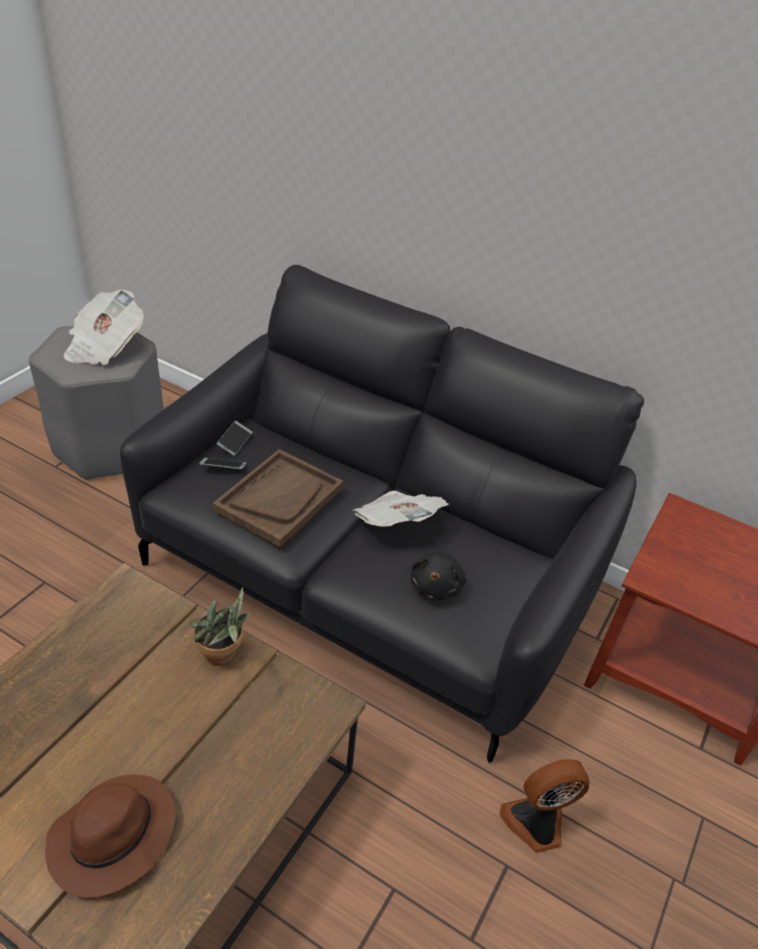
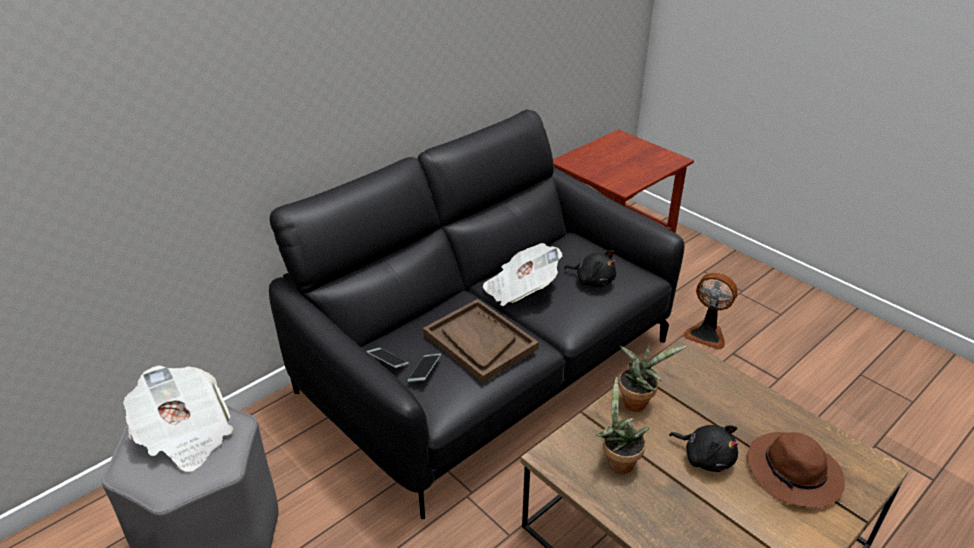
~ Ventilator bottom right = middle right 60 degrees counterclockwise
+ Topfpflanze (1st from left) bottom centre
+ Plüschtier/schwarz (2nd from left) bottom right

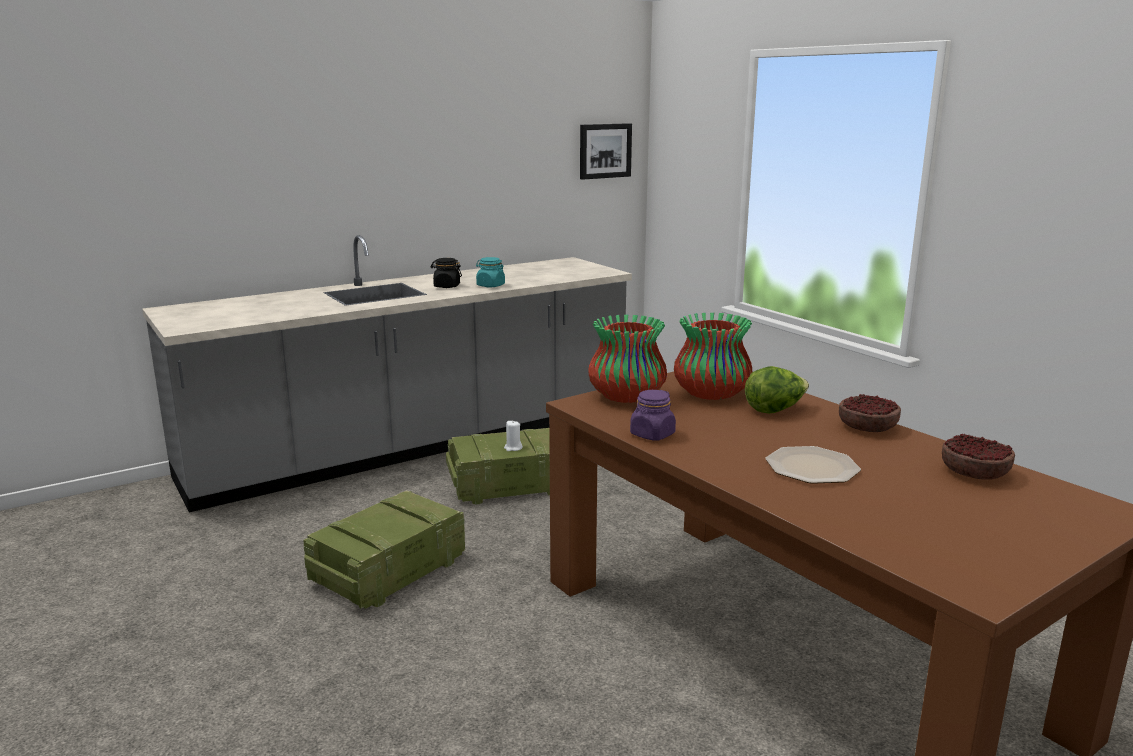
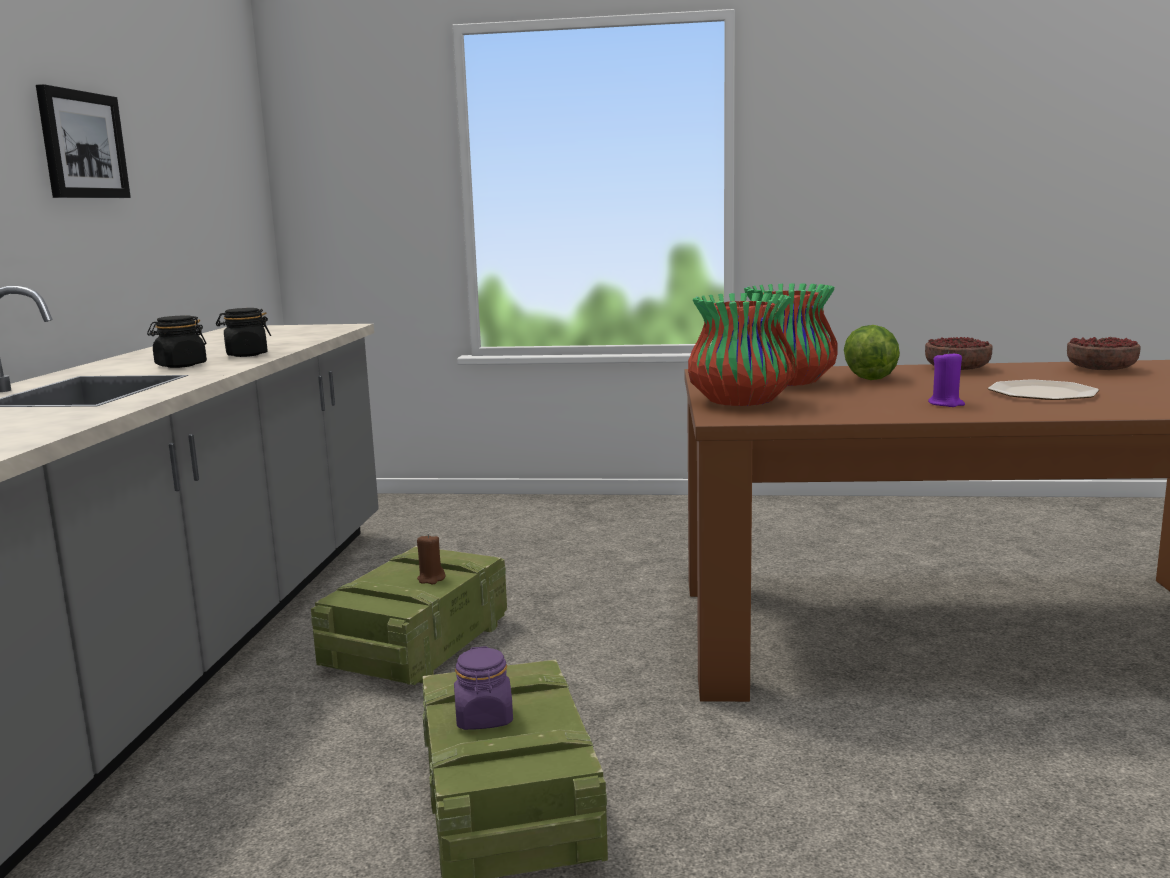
~ Bild top centre to top left
~ Vorratsglas/türkis centre to Vorratsglas/schwarz (2nd from left) middle left
~ Vorratsglas/lila centre to bottom centre
~ Kerze/weiß centre to Kerze/braun centre
+ Kerze/lila middle right

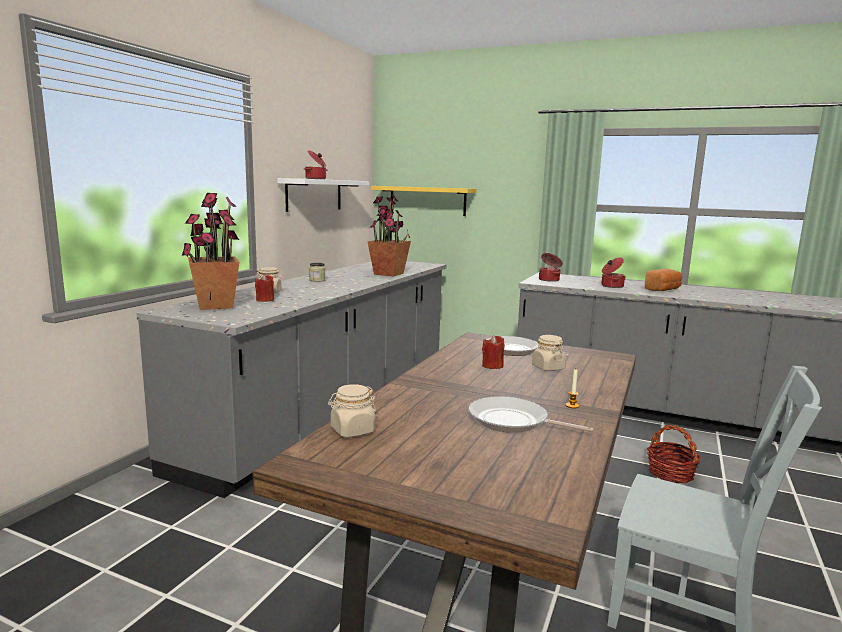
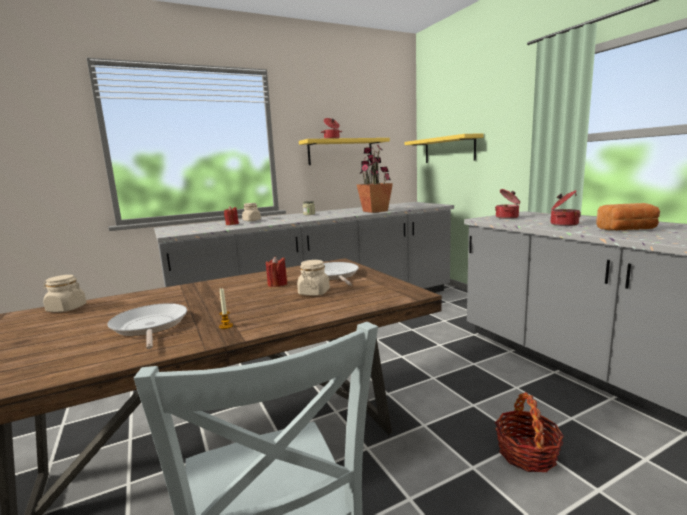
~ Wandregal/weiß top centre to Wandregal/gelb (1st from left) top centre
- Topfpflanze (1st from left) middle left

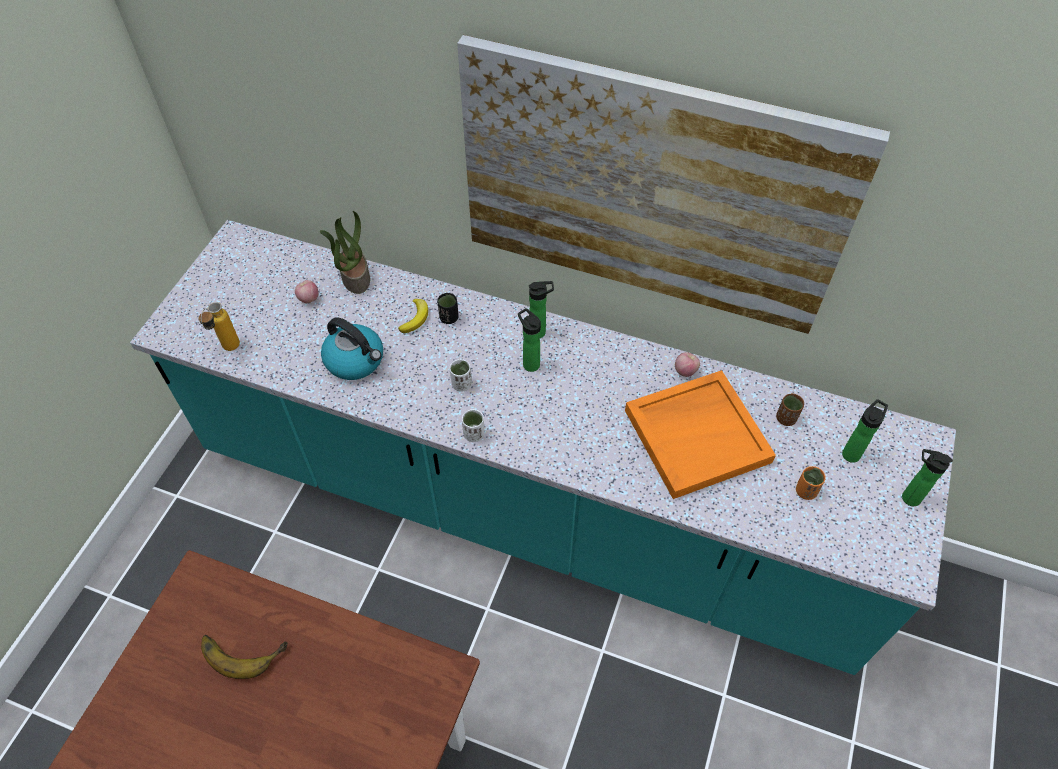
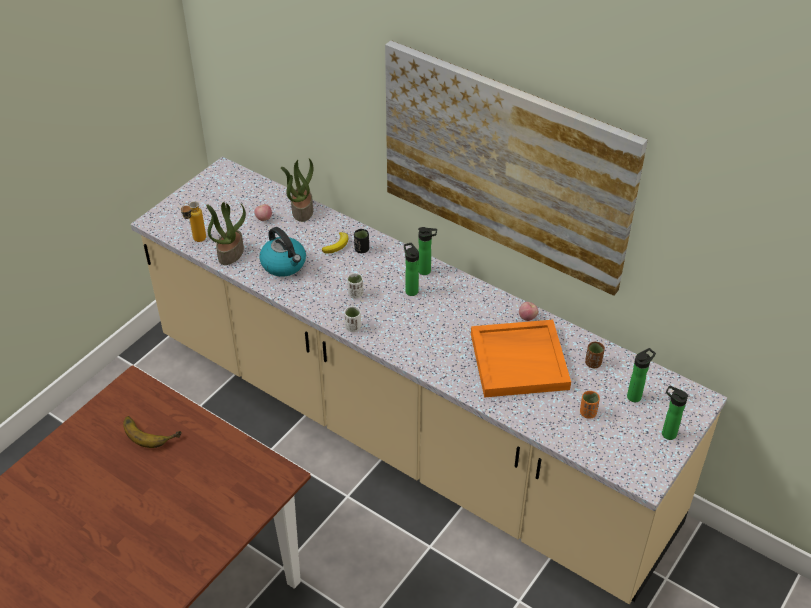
~ Küchenzeile/türkis centre to Küchenzeile/beige centre
+ Topfpflanze (1st from left) middle left

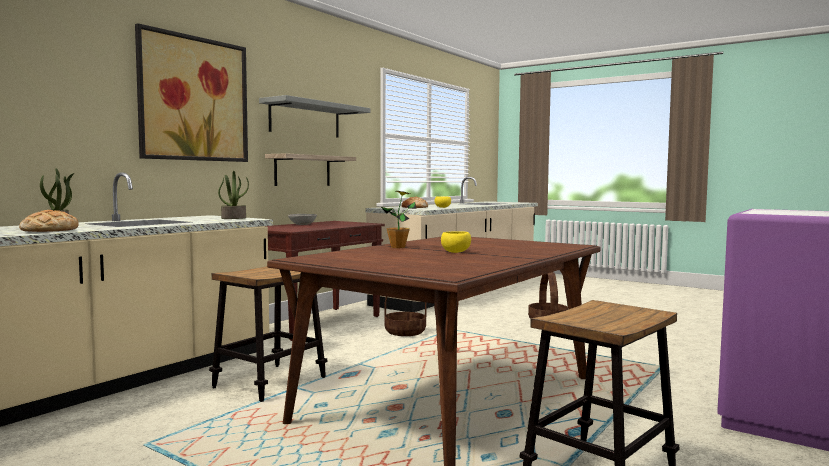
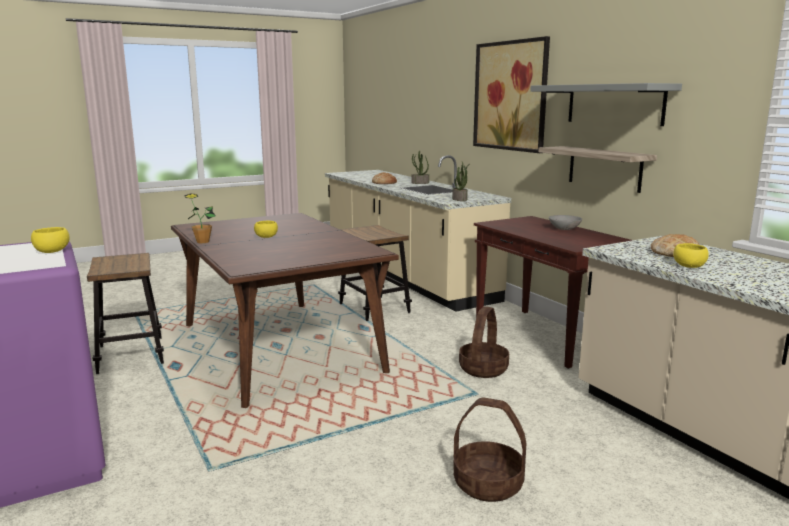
~ Topfpflanze (3rd from left in the first image) centre to Topfpflanze (1st from left) middle left
+ Schüssel/gelb (1st from left) middle left

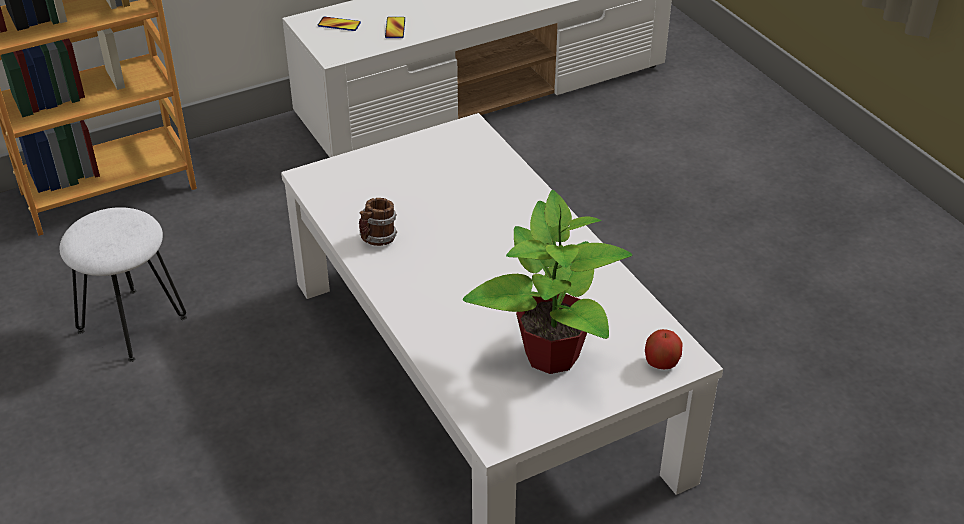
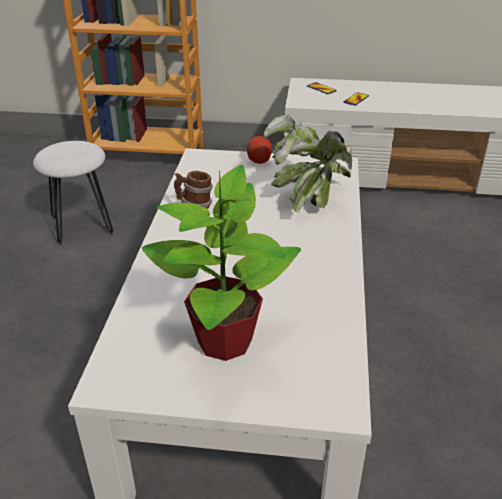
~ Apfel middle right to top centre
+ Topfpflanze (2nd from left) top centre

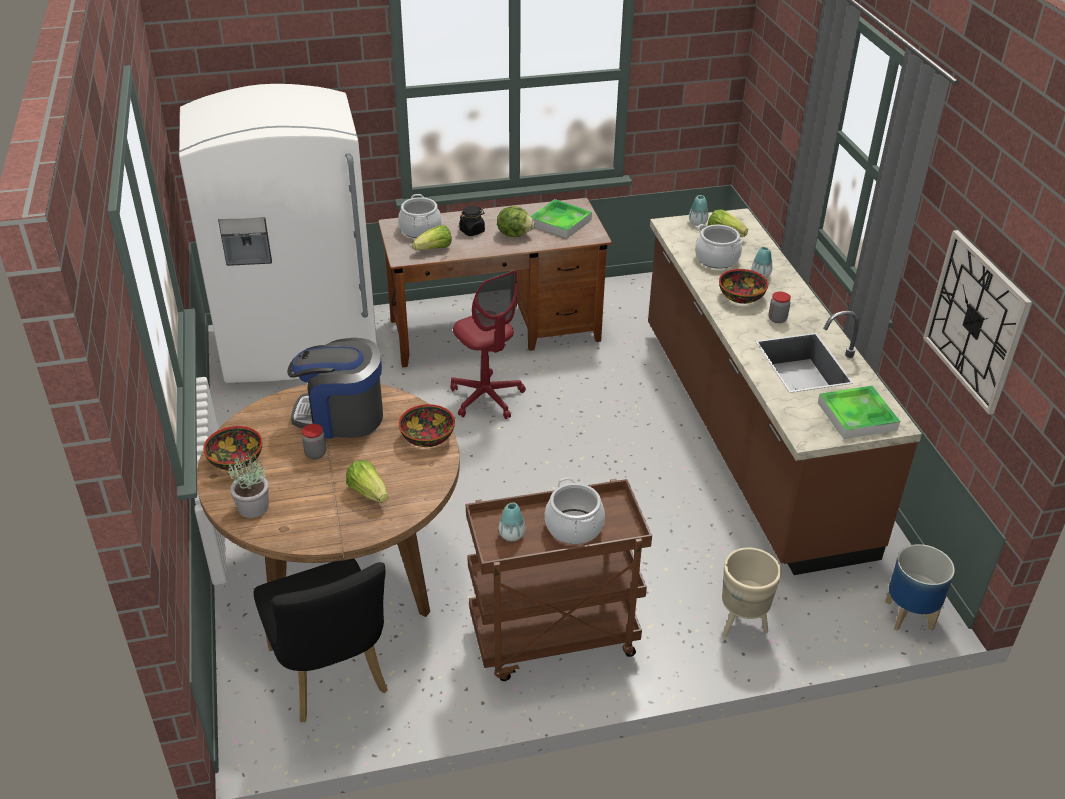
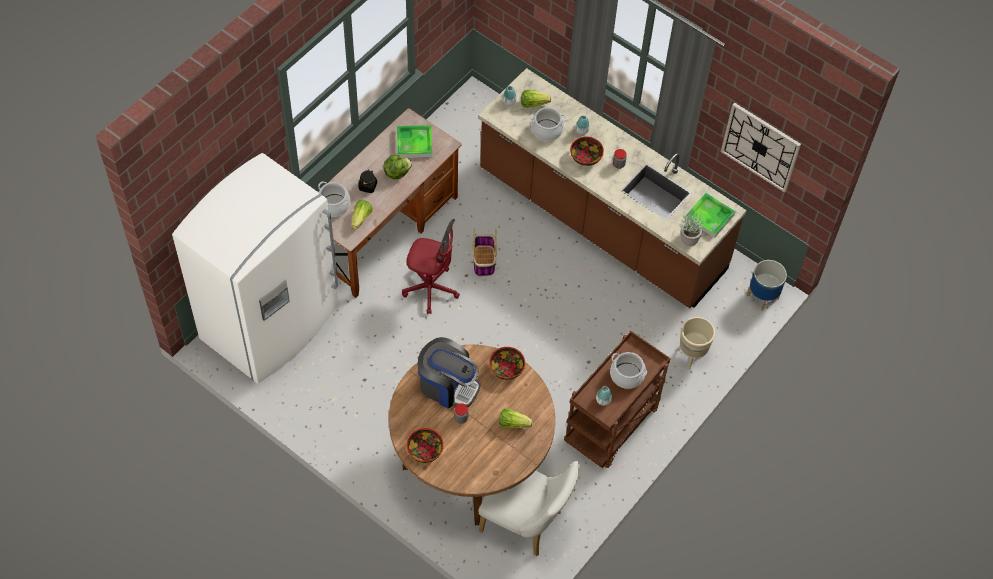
~ Kaffeemaschine middle left = centre 120 degrees counterclockwise
~ Topfpflanze middle left to middle right
~ Stuhl/schwarz bottom left to Stuhl/weiß bottom centre
+ Korb centre

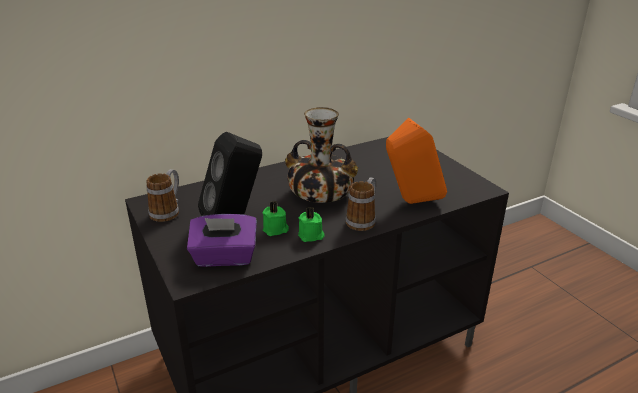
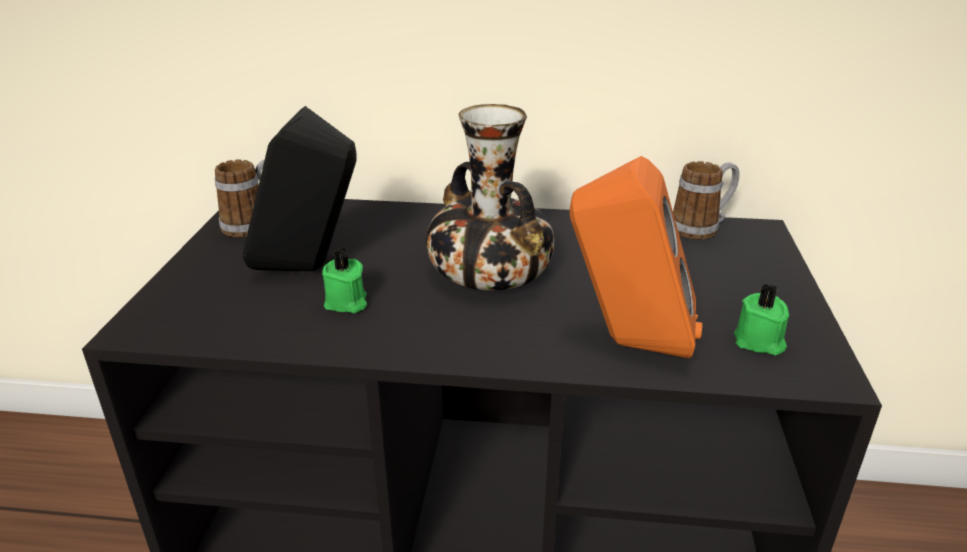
~ Henkelbecher (2nd from left) centre to middle right
~ Kerze/grün (2nd from left) centre to middle right
- Taschentuchbox/lila centre

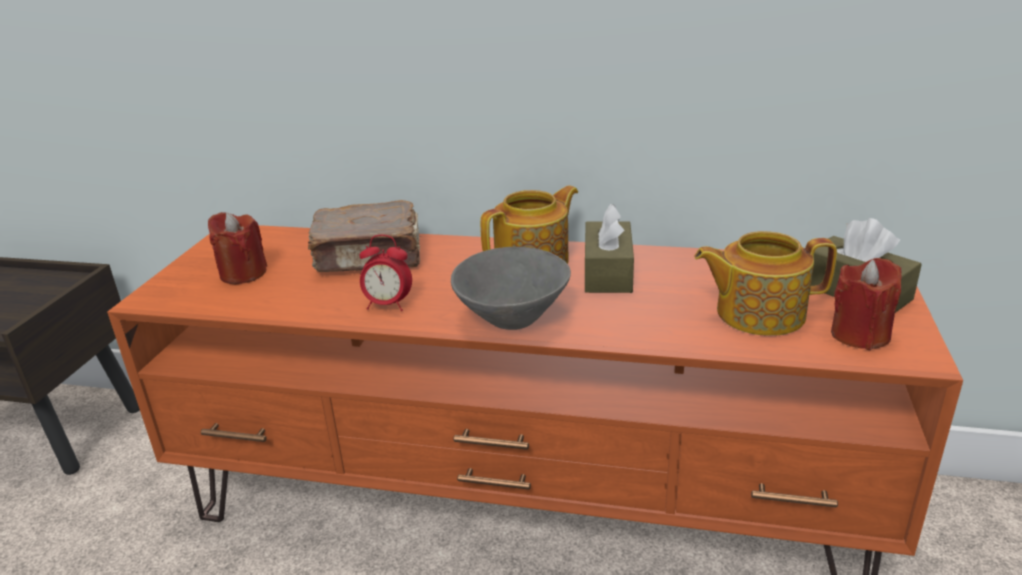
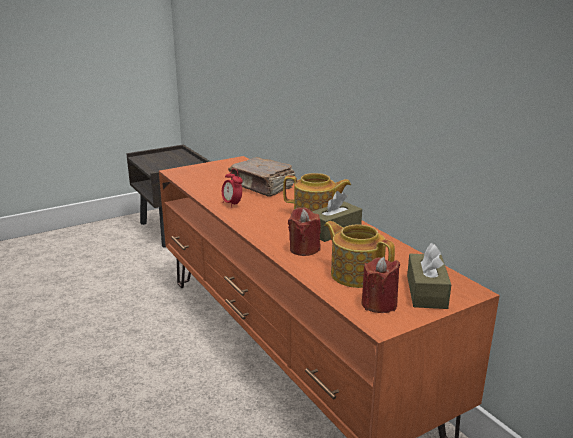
~ Kerze/rot (1st from left) middle left to centre
- Schüssel/grau centre

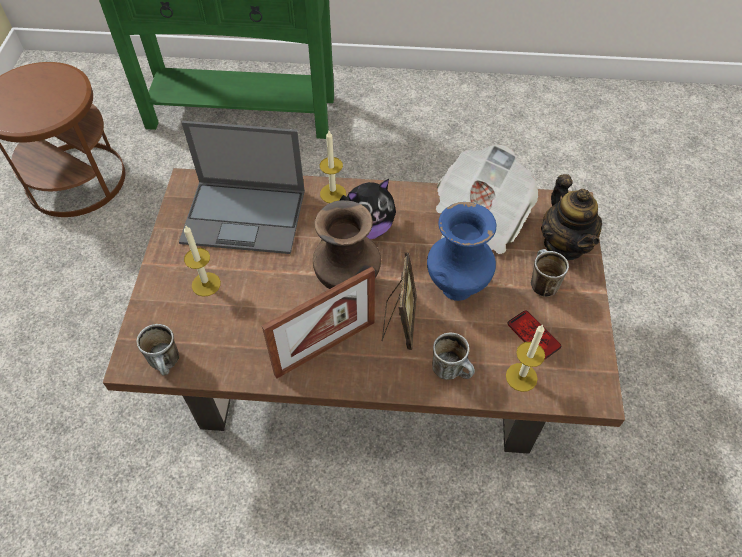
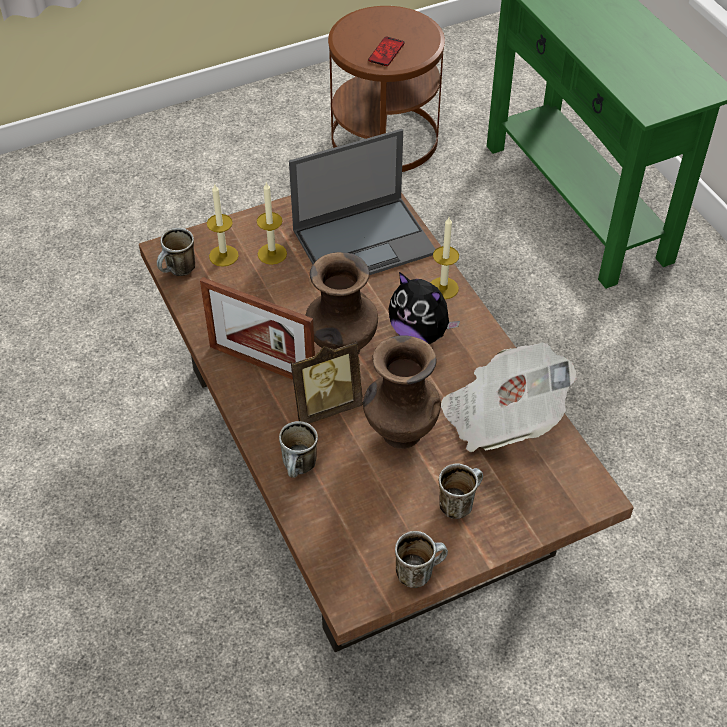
~ Laptop middle left = top centre 90 degrees counterclockwise
- Teekanne middle right
~ Vase/blau centre to Vase/braun (2nd from left) centre
~ Handy middle right to top centre
~ Kerze (3rd from left in the first image) middle right to Kerze (1st from left) top left
+ Henkelbecher (3rd from left) bottom centre

